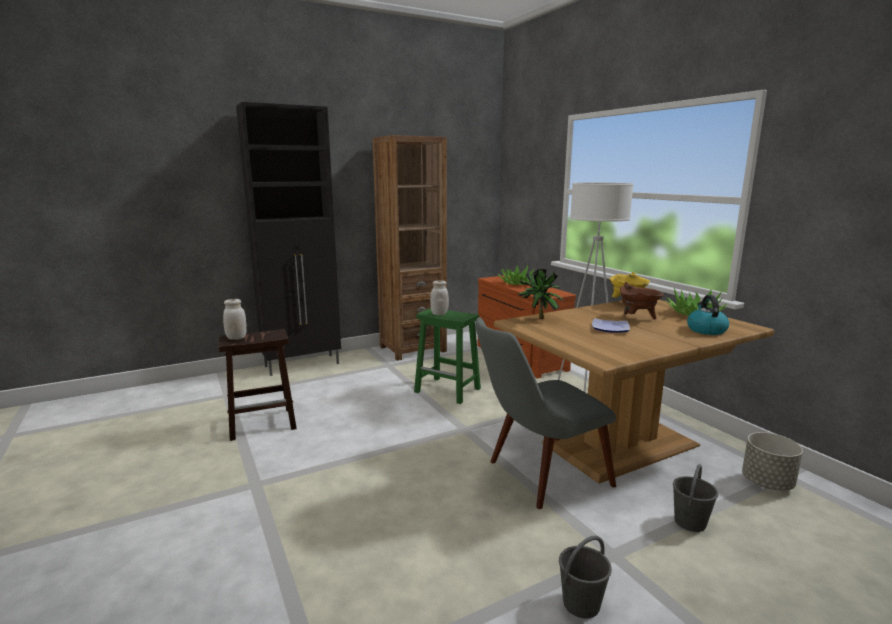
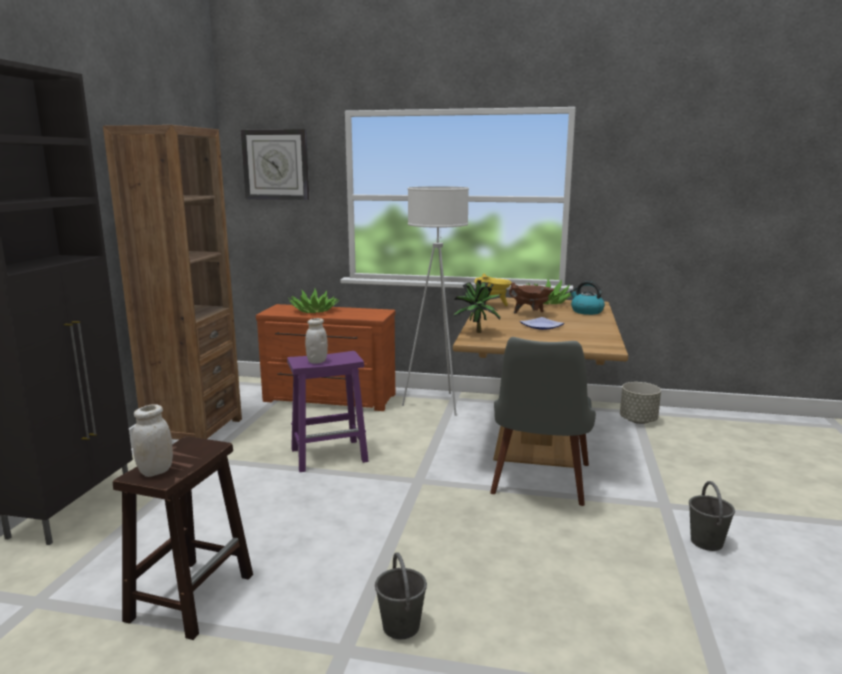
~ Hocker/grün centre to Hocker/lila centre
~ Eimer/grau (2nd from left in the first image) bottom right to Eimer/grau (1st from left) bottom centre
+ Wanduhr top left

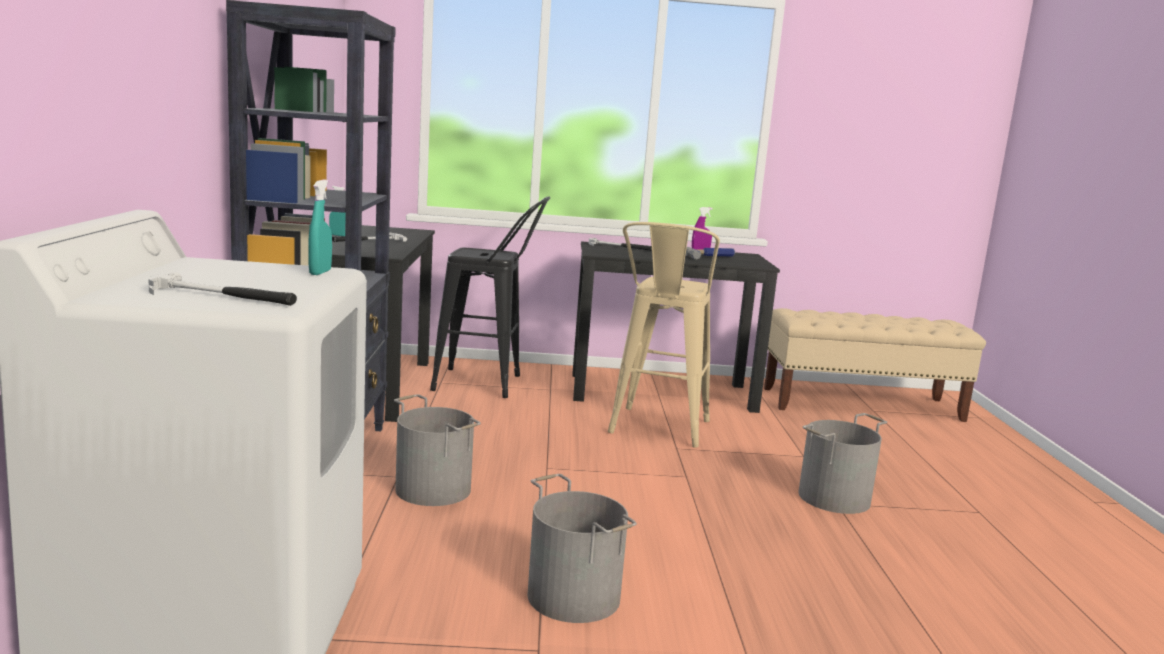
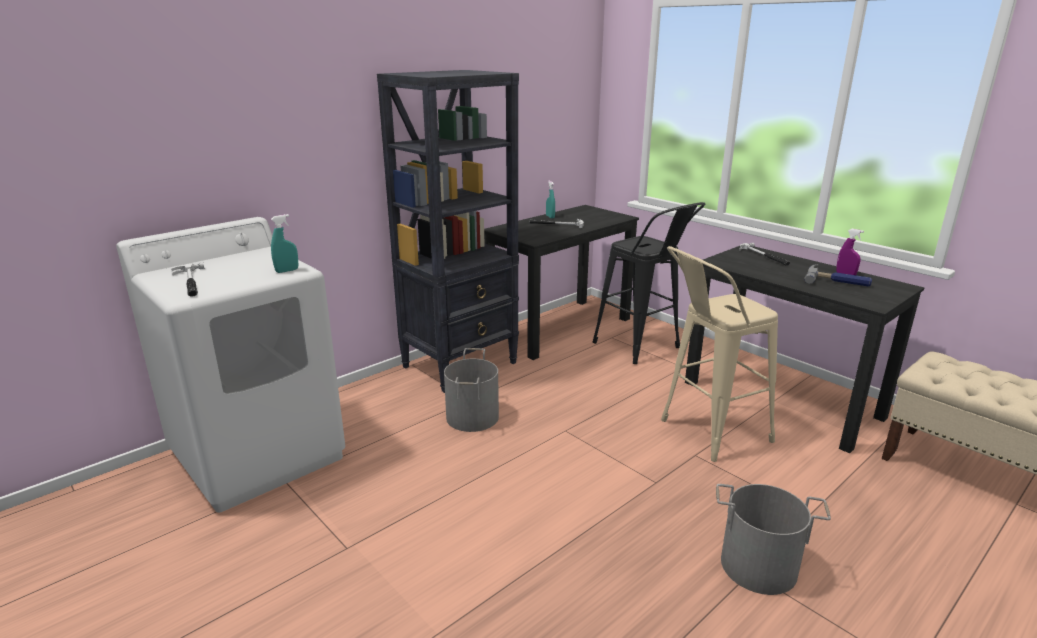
- Eimer/grau (2nd from left) bottom centre

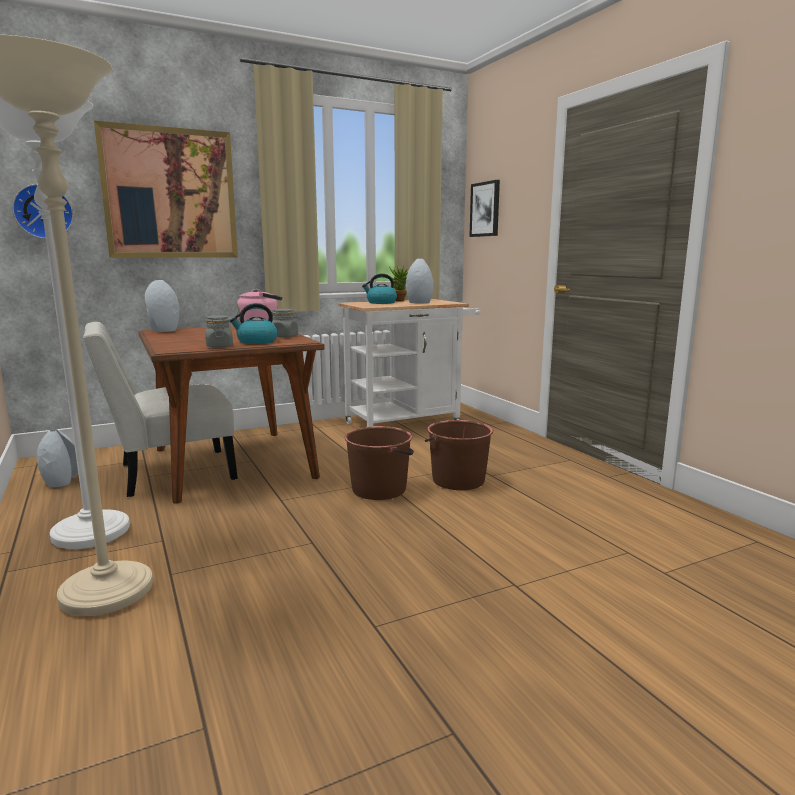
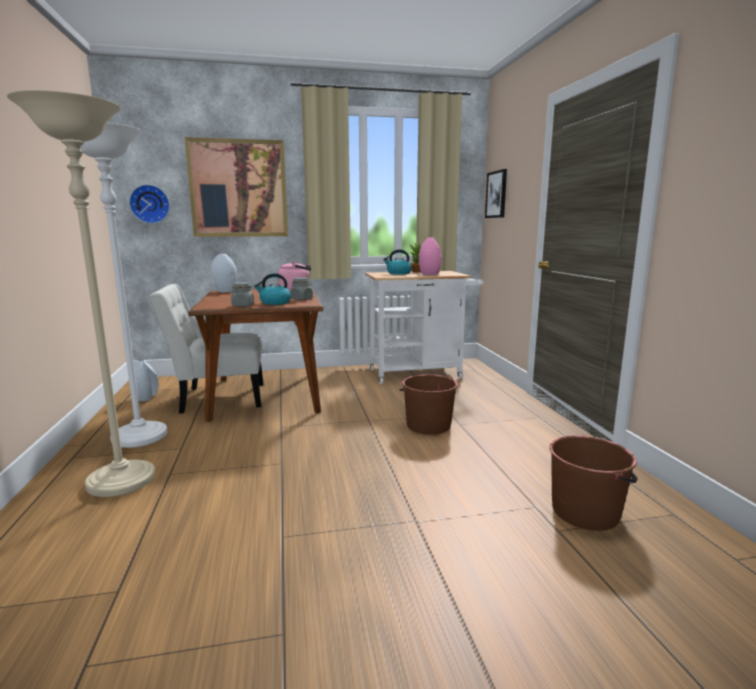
~ Vase/grau (3rd from left) centre to Vase/rosa centre
~ Eimer/braun (1st from left in the first image) centre to Eimer/braun (2nd from left) bottom right

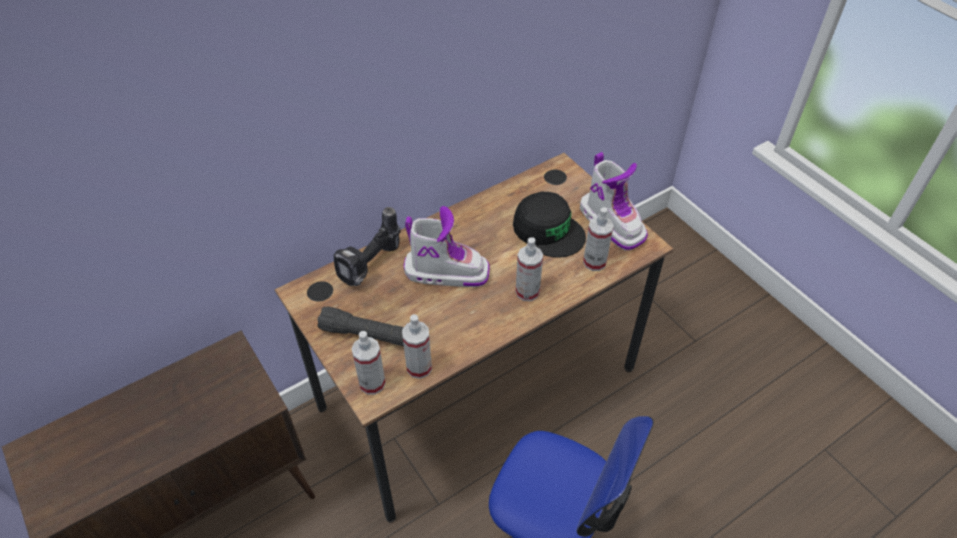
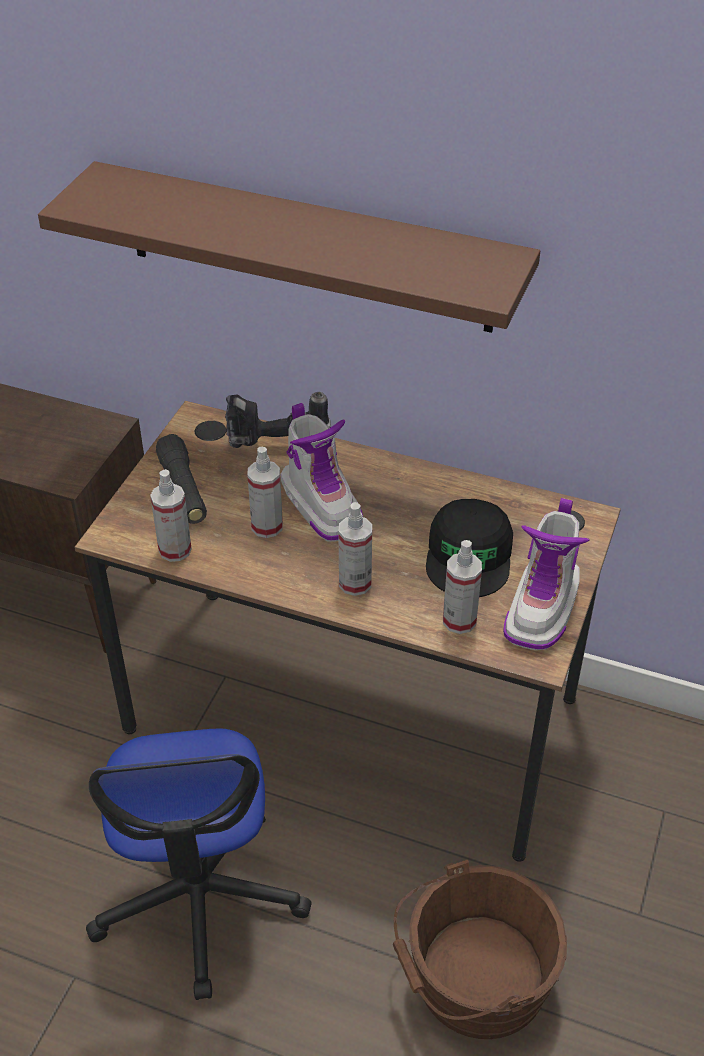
~ Sprühflasche (1st from left in the first image) bottom centre to Sprühflasche (2nd from left) centre
+ Wandregal/braun top centre
+ Eimer/braun bottom right

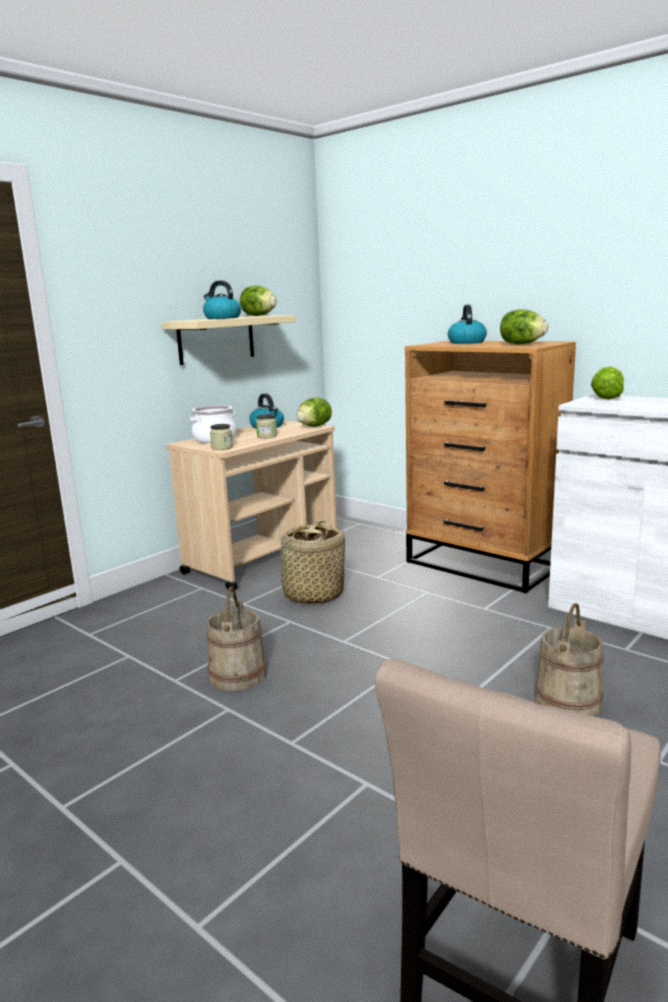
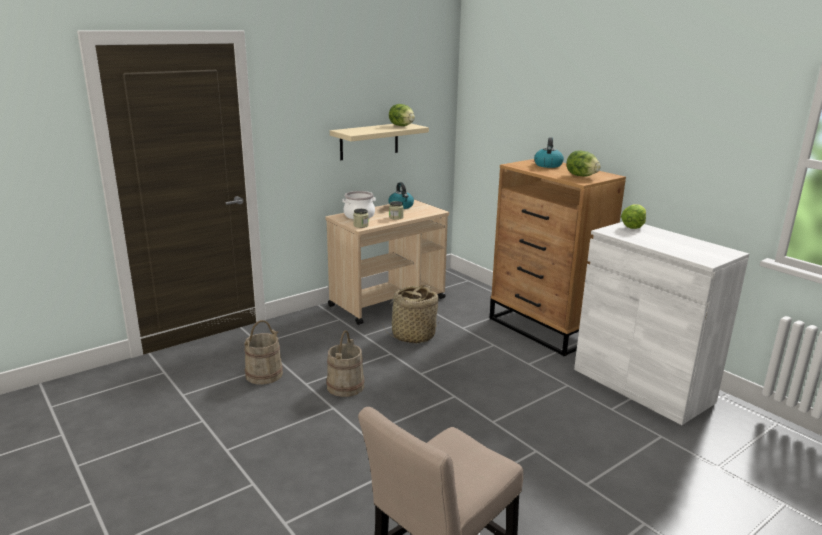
- Wasserkessel (1st from left) top left
- Salatkopf (2nd from left) centre
~ Eimer/beige (2nd from left in the first image) middle right to Eimer/beige (1st from left) middle left

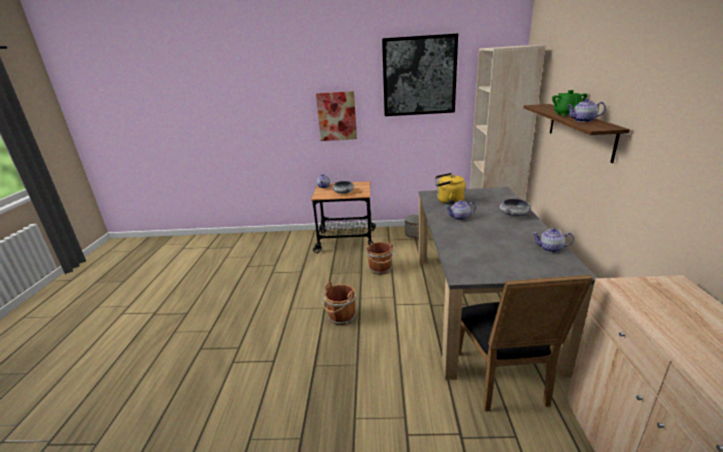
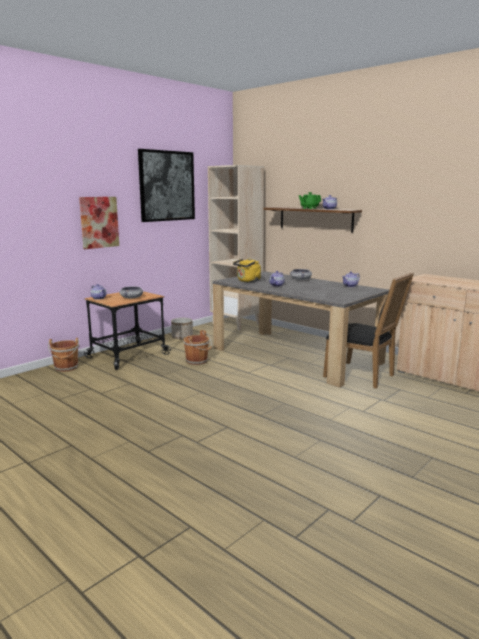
~ Eimer/braun (1st from left) bottom centre to middle left

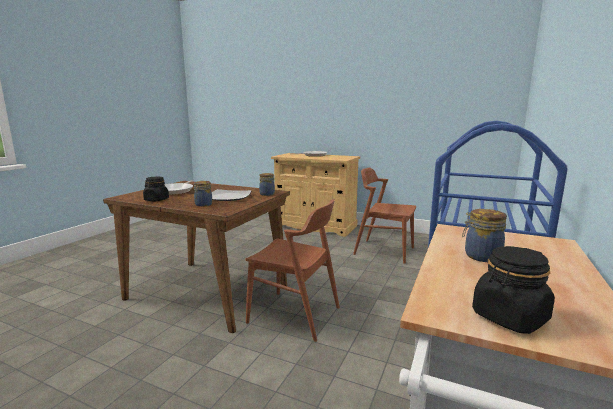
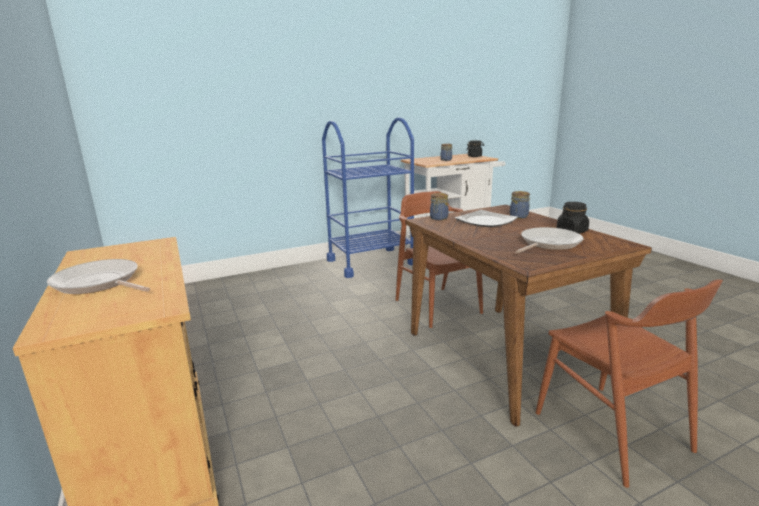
~ Stuhl/braun (2nd from left) centre to bottom right

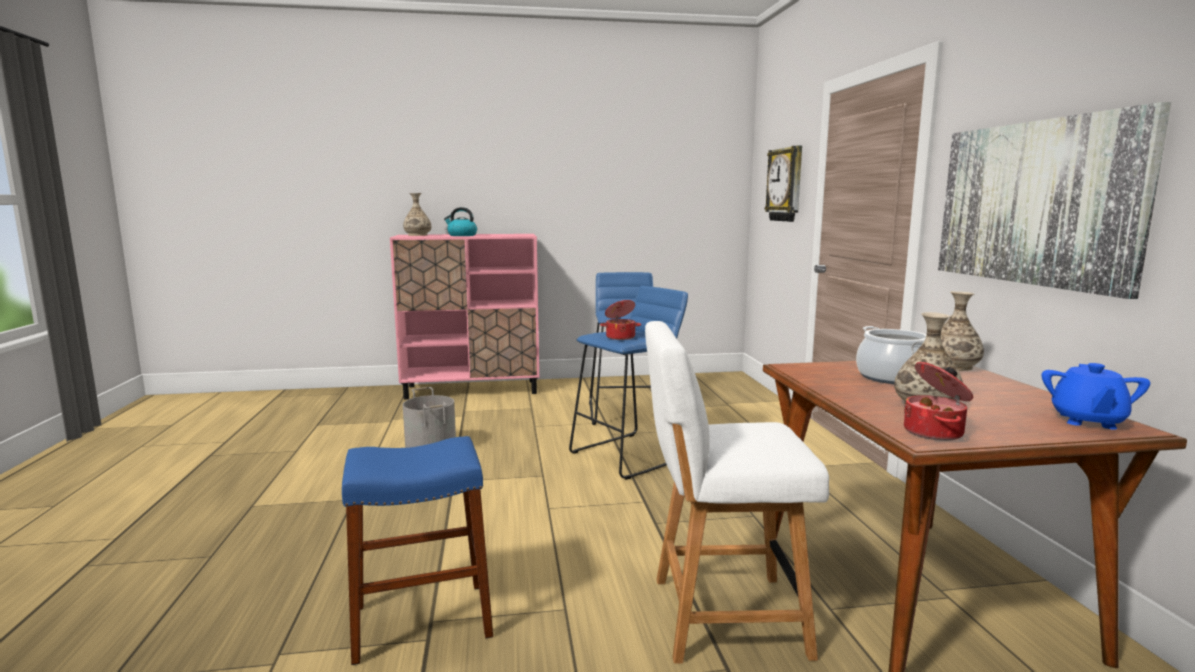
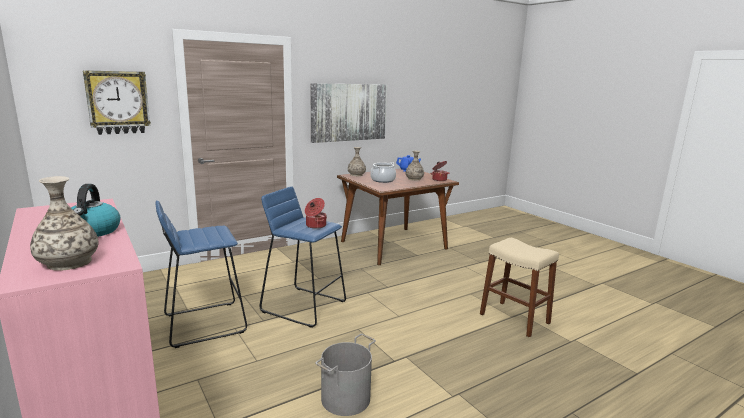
- Stuhl/weiß bottom centre
~ Hocker/blau (1st from left) bottom centre to Hocker/beige bottom right

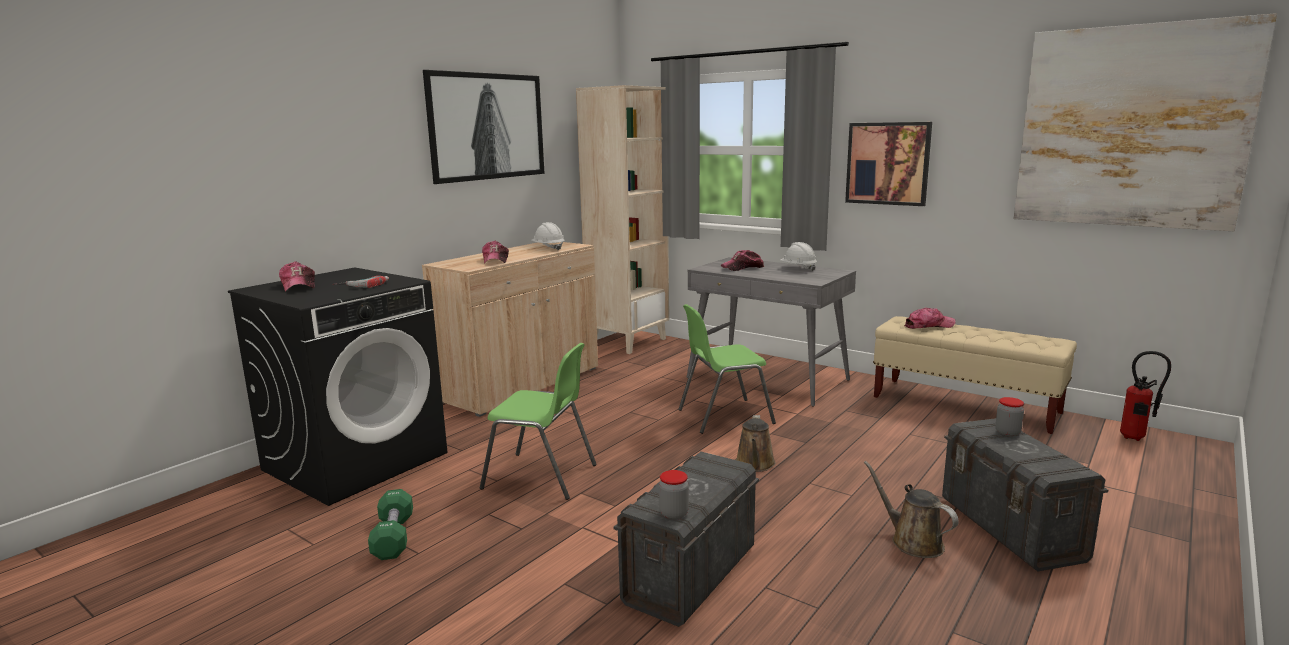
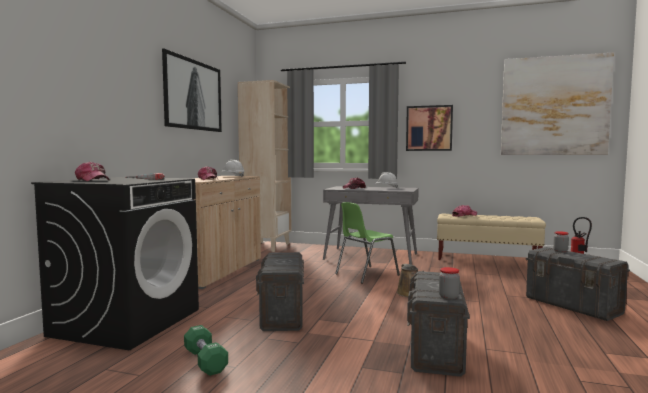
~ Stuhl/grün (1st from left) centre to Aufbewahrungsbox/grau (1st from left) bottom centre
- Gießkanne/braun (2nd from left) bottom right

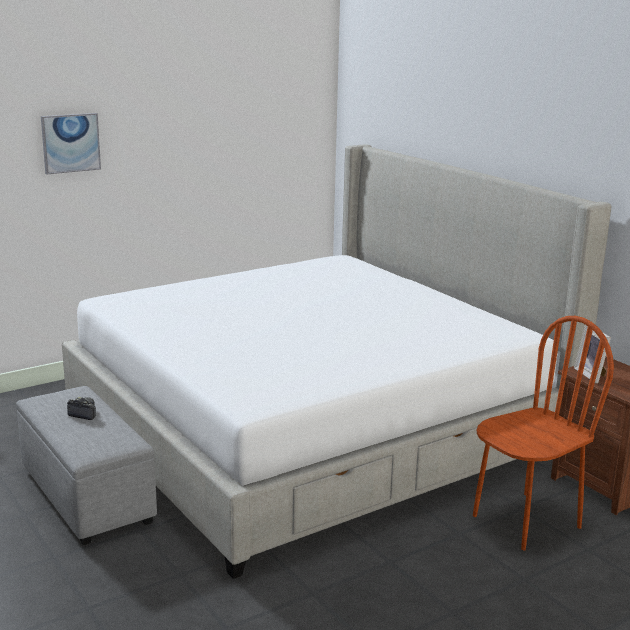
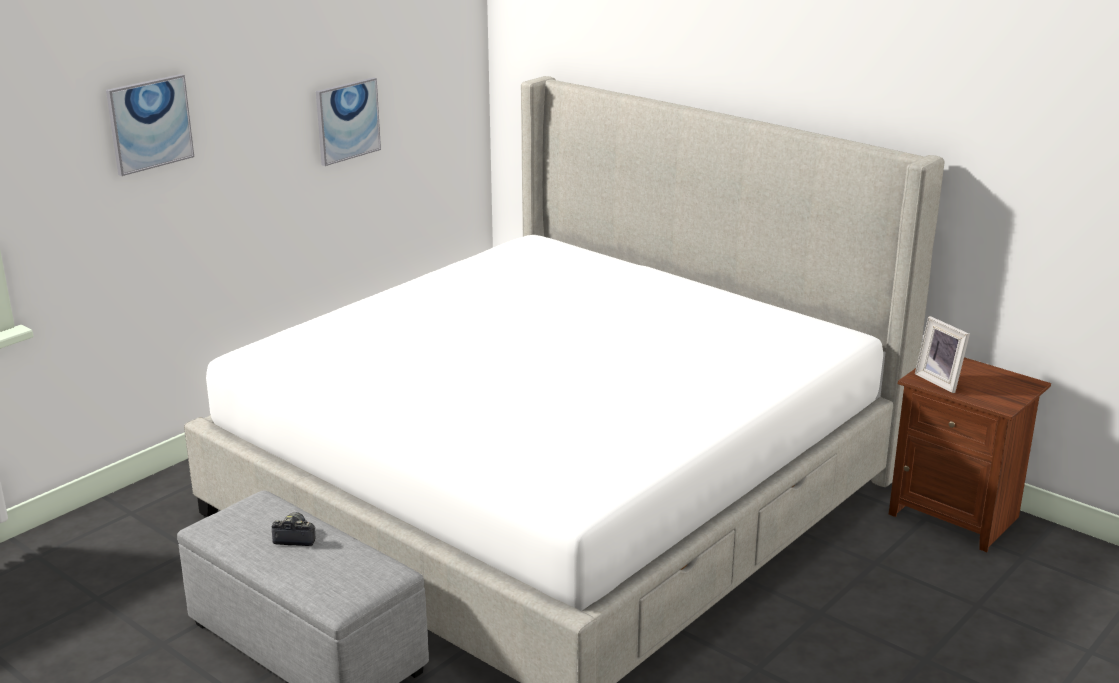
- Stuhl/braun bottom right
+ Bild (2nd from left) top left

